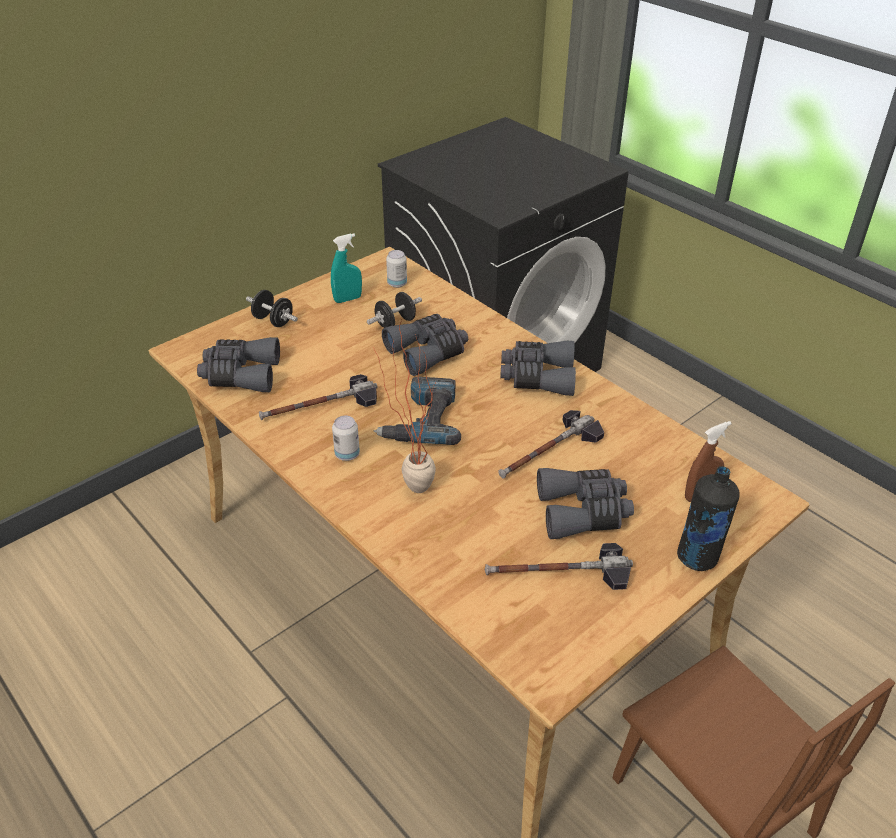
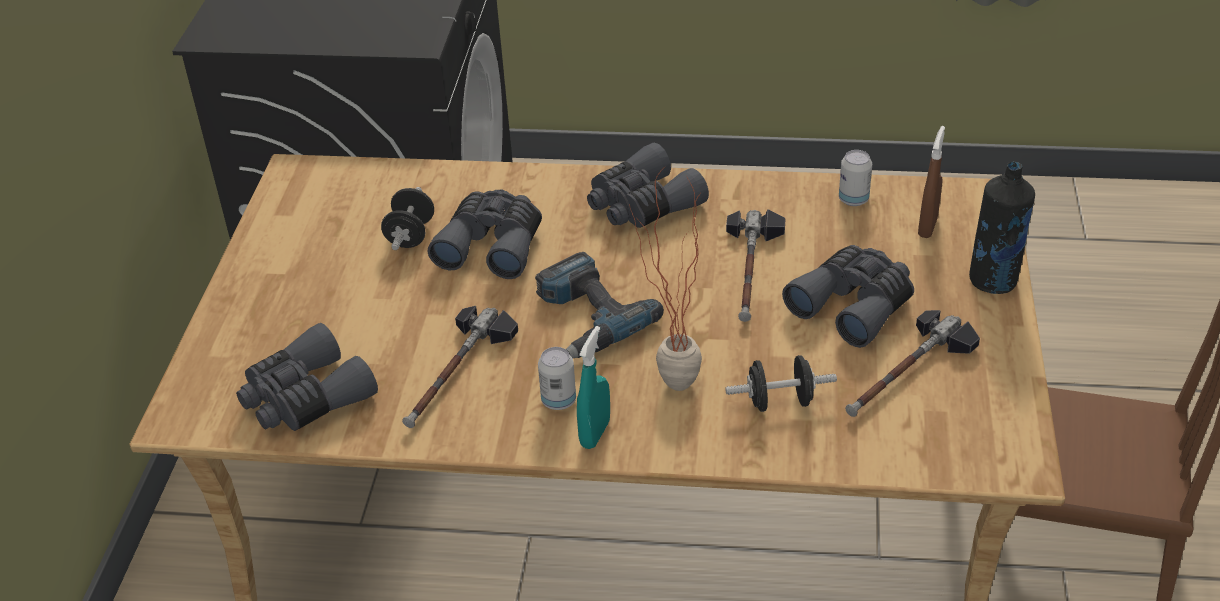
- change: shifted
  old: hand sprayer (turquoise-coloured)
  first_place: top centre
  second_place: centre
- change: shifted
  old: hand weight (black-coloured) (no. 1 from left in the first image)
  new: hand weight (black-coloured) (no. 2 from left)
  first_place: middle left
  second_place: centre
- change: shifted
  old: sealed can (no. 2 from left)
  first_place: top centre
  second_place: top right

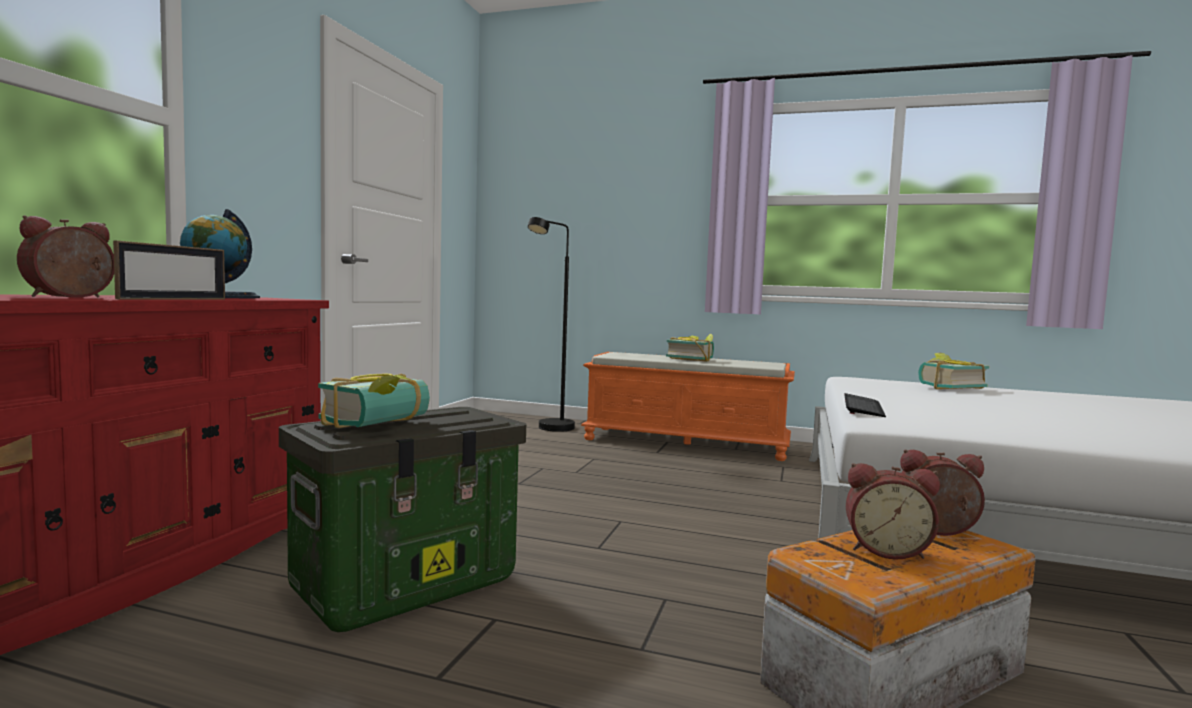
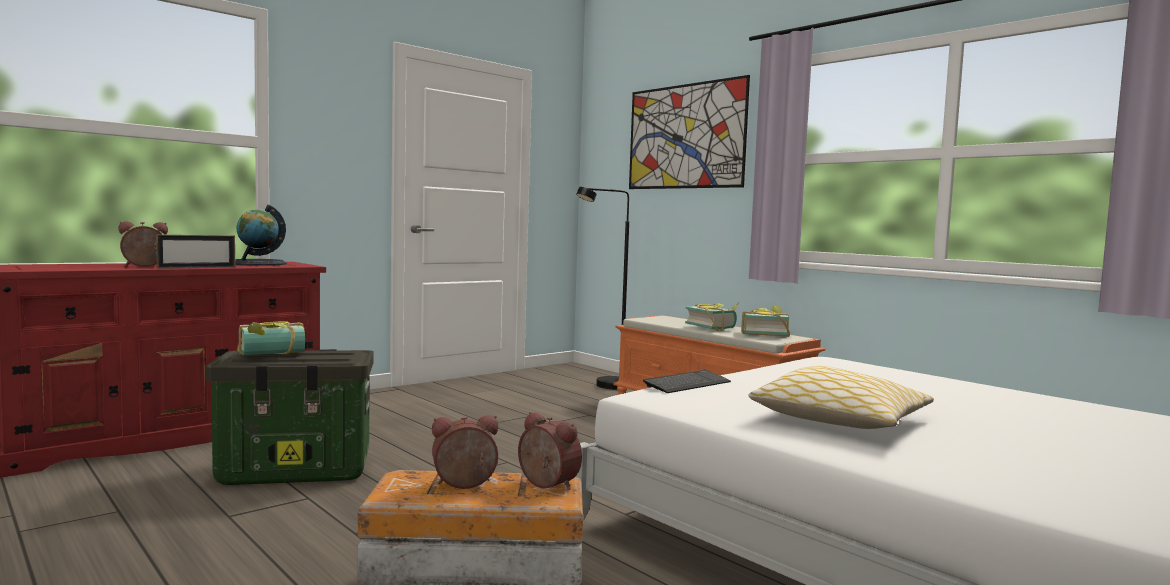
- change: rotated
  old: alarm clock (no. 2 from left)
  first_place: bottom right
  second_place: bottom centre
  degrees: 120
- change: new
  new: picture
  second_place: top centre
- change: shifted
  old: bound book (no. 3 from left)
  first_place: middle right
  second_place: centre
- change: new
  new: pillow
  second_place: bottom right

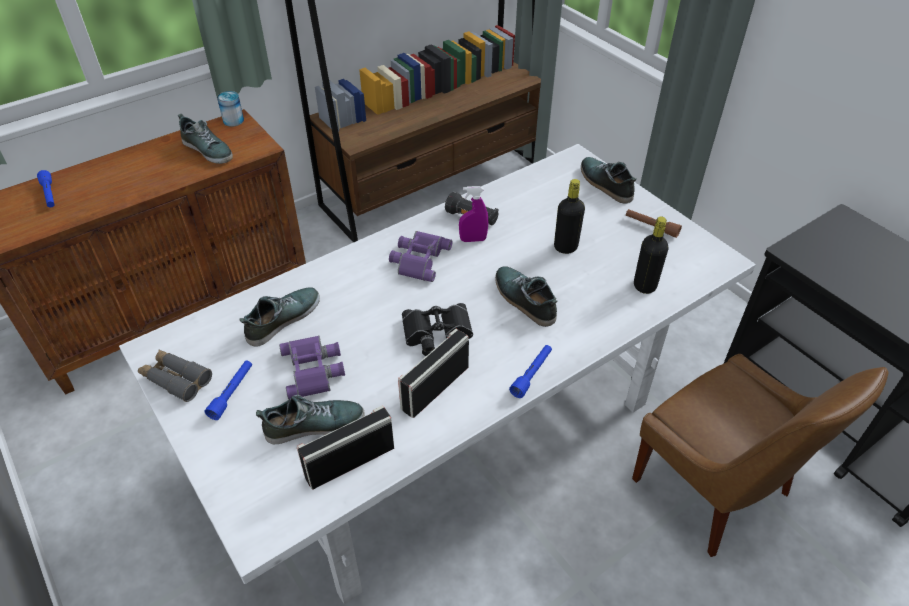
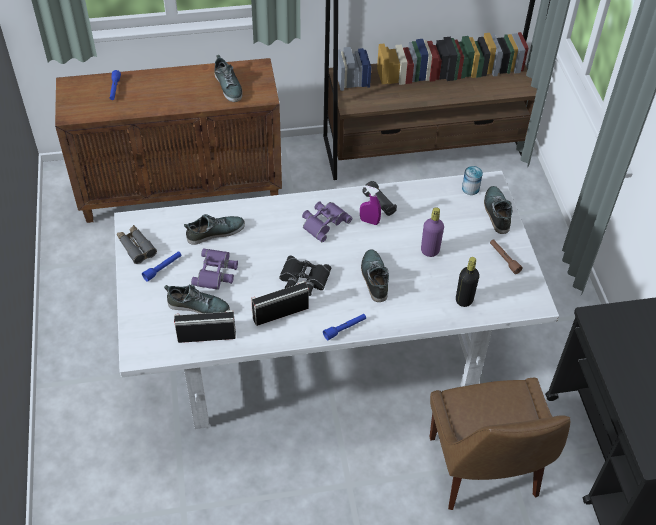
- change: repainted
  old: bottle (black-coloured) (no. 1 from left)
  new: bottle (purplish)
  first_place: centre
  second_place: centre
- change: shifted
  old: sealed can
  first_place: top left
  second_place: middle right

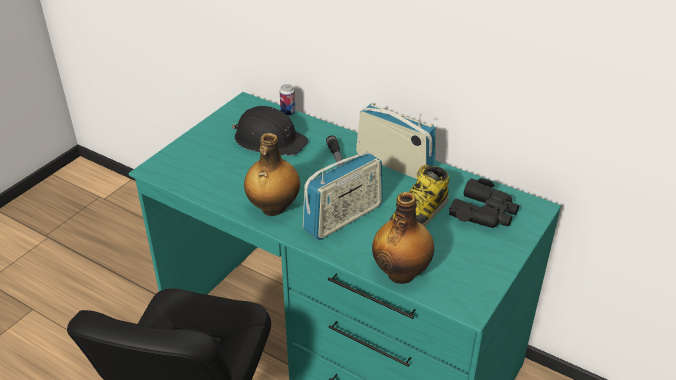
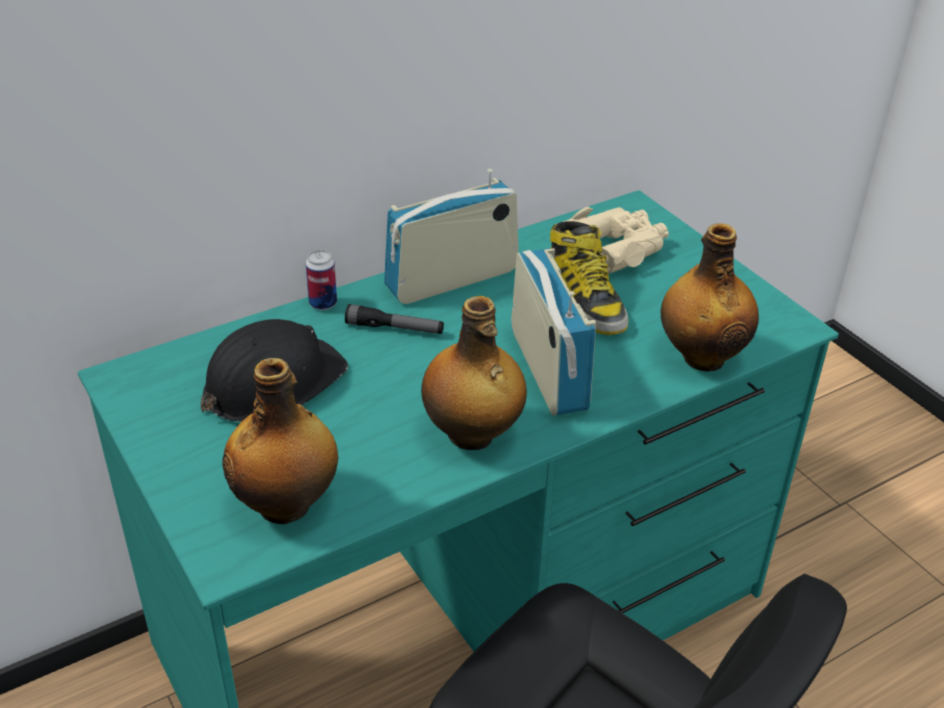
- change: new
  new: bottle (no. 1 from left)
  second_place: middle left
- change: shifted
  old: sealed can
  first_place: top centre
  second_place: centre
- change: repainted
  old: binoculars (black-coloured)
  new: binoculars (beige)
  first_place: middle right
  second_place: centre

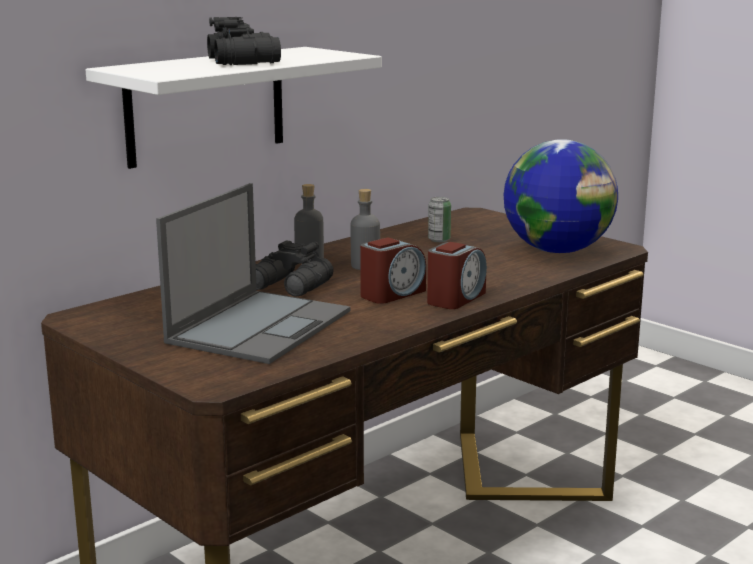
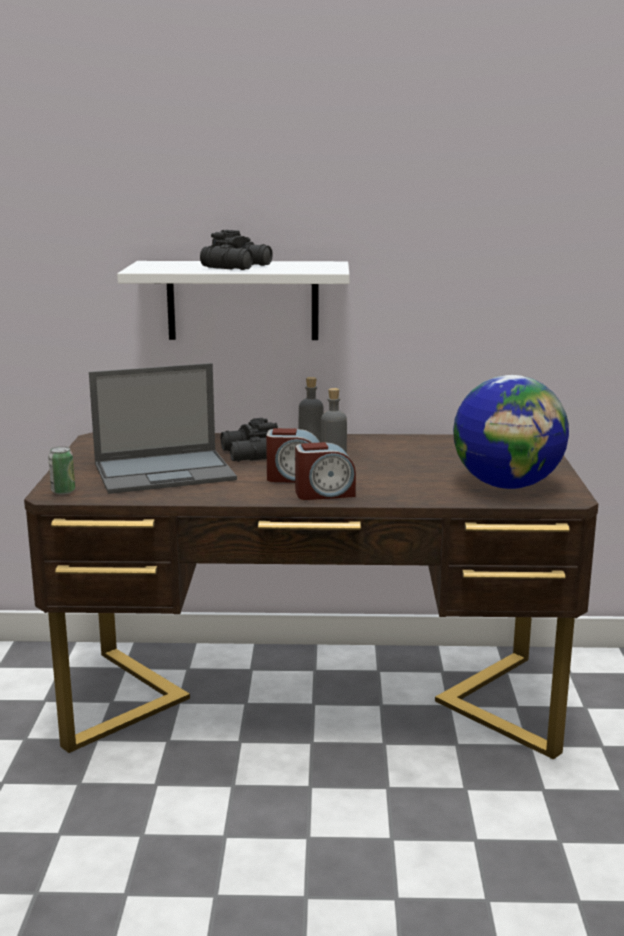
- change: shifted
  old: sealed can
  first_place: centre
  second_place: middle left

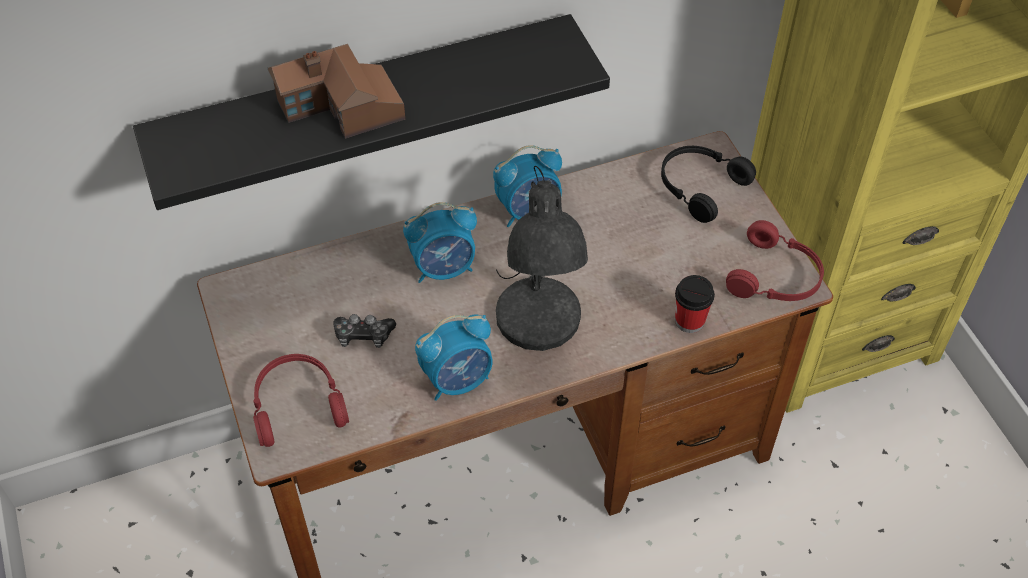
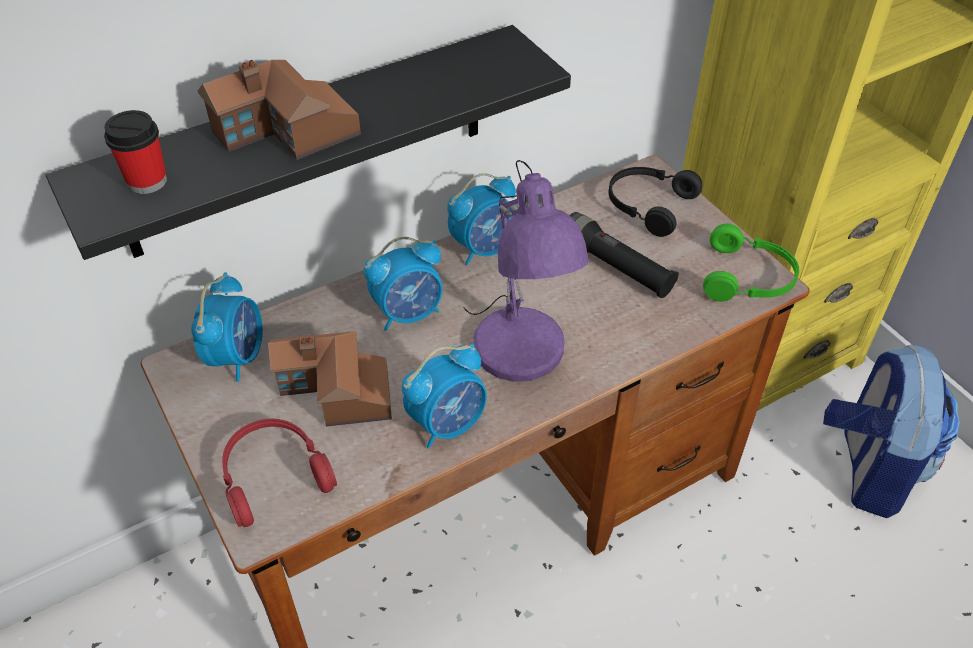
- change: shifted
  old: small cup
  first_place: middle right
  second_place: top left
- change: new
  new: alarm clock (no. 1 from left)
  second_place: middle left
- change: swapped
  old: game controller
  new: model house (no. 2 from left)
  first_place: centre
  second_place: centre
- change: repainted
  old: table lamp (gray)
  new: table lamp (purplish)
  first_place: centre
  second_place: centre
- change: new
  new: hand torch (black-coloured)
  second_place: centre
- change: repainted
  old: headphones (red) (no. 2 from left)
  new: headphones (green-coloured)
  first_place: middle right
  second_place: middle right
- change: new
  new: rucksack
  second_place: middle right

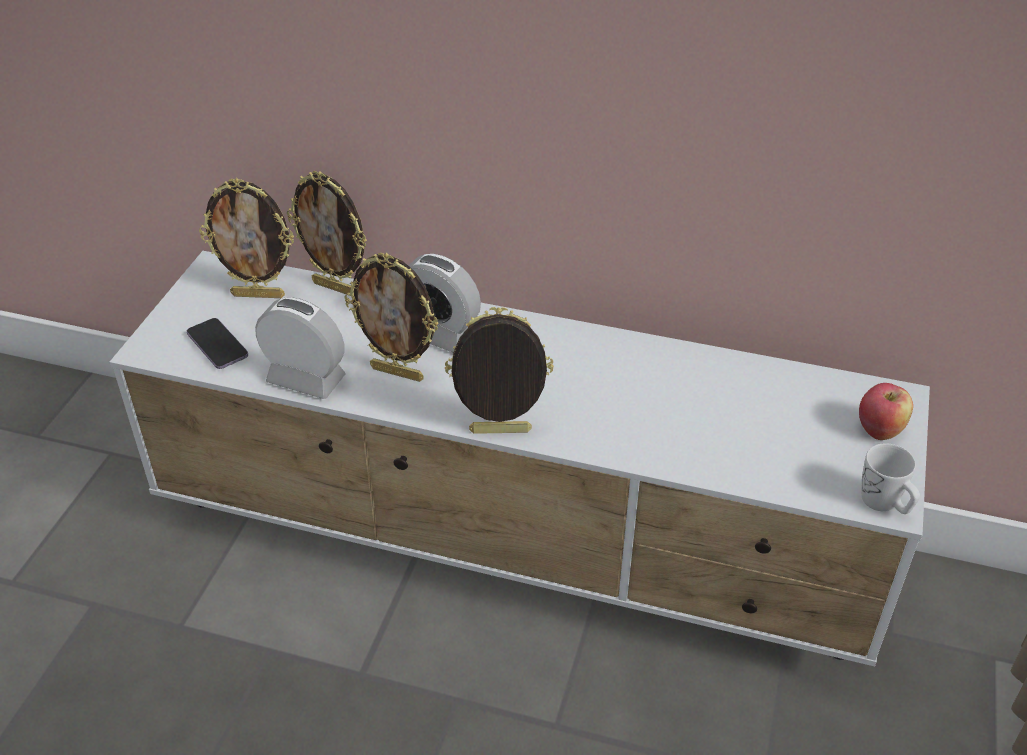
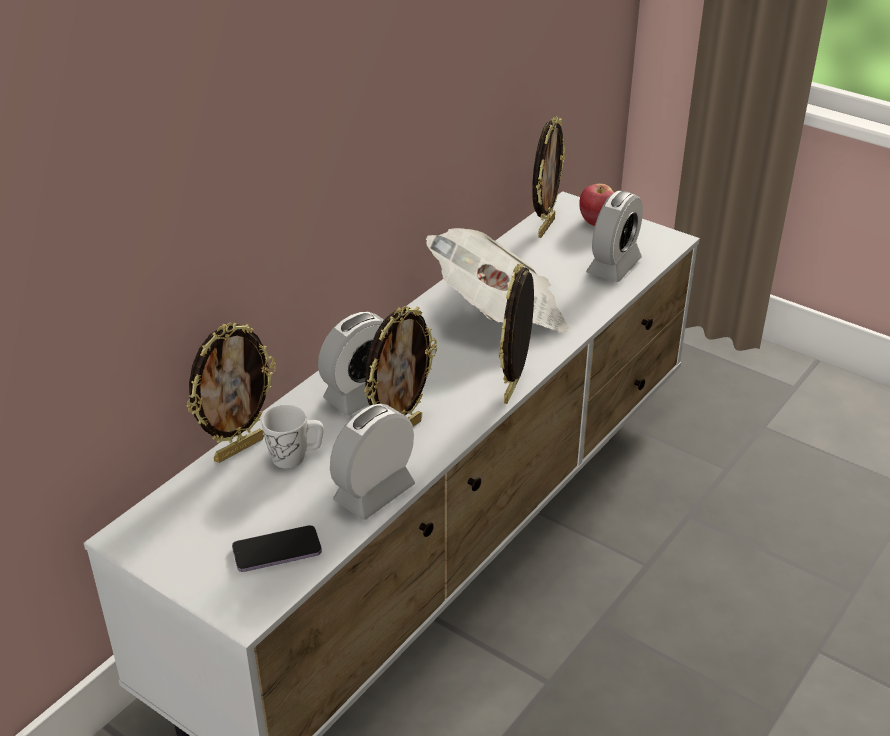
- change: shifted
  old: tea mug (white)
  first_place: middle right
  second_place: middle left
- change: new
  new: printed paper
  second_place: centre
- change: shifted
  old: standing frame (no. 1 from left in the first image)
  new: standing frame (no. 4 from left)
  first_place: top left
  second_place: top centre
- change: new
  new: alarm clock (no. 3 from left)
  second_place: top right

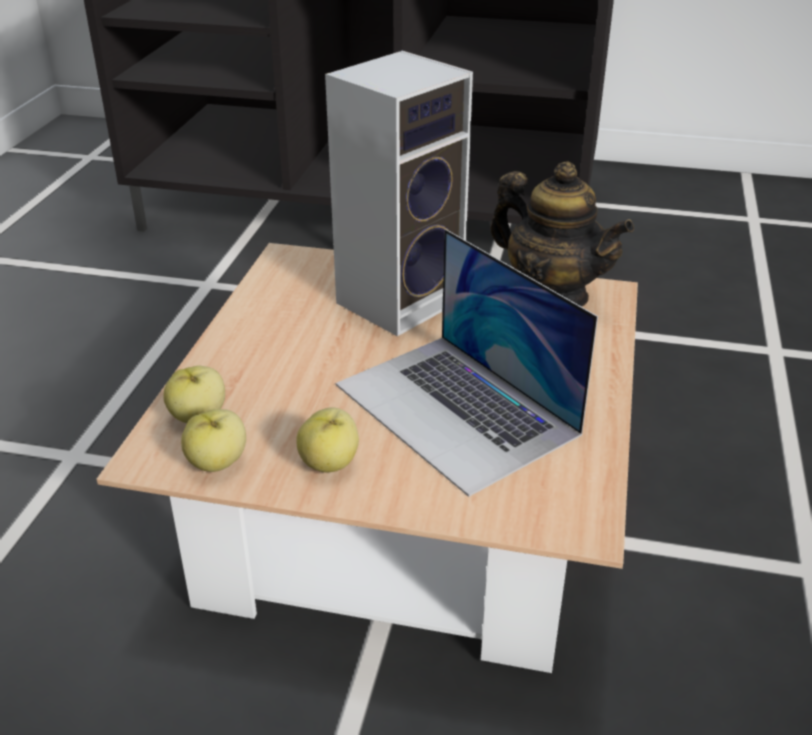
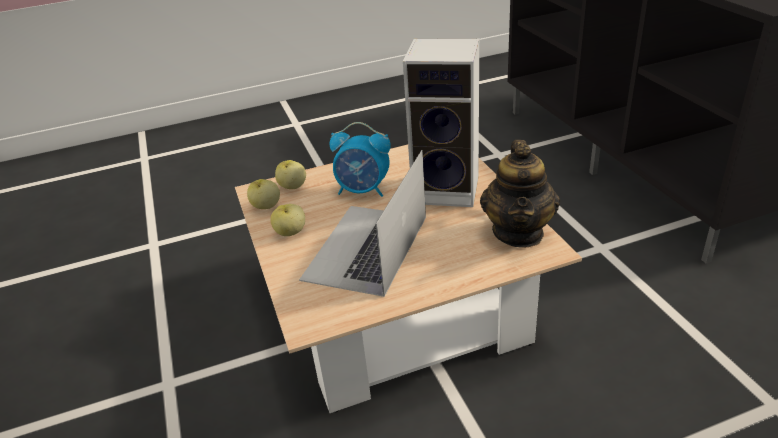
- change: new
  new: alarm clock
  second_place: centre

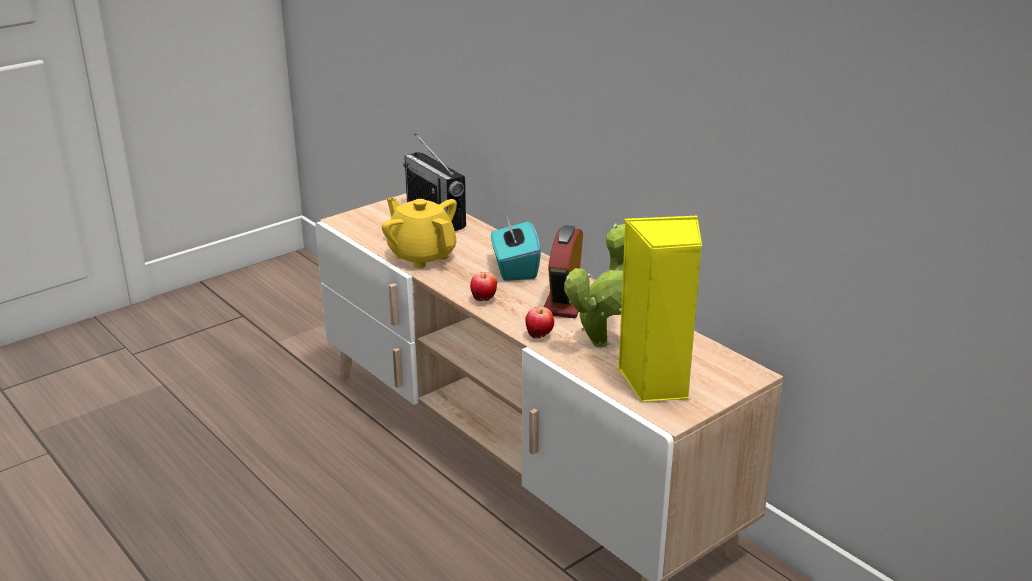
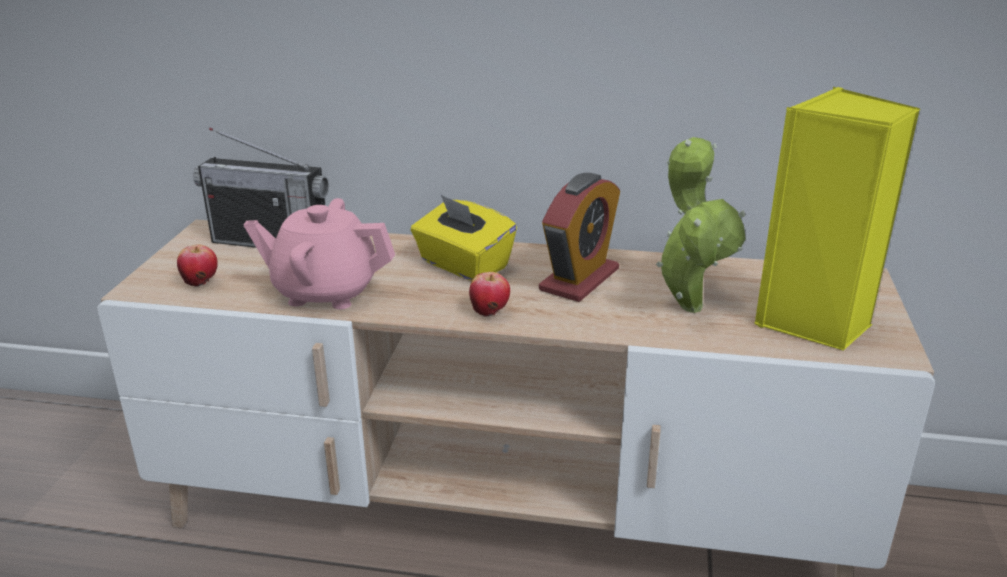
- change: shifted
  old: apple fruit (no. 2 from left in the first image)
  new: apple fruit (no. 1 from left)
  first_place: centre
  second_place: middle left
- change: repainted
  old: teapot (yellow)
  new: teapot (pink-coloured)
  first_place: centre
  second_place: middle left
- change: repainted
  old: tissue holder (turquoise-coloured)
  new: tissue holder (yellow)
  first_place: centre
  second_place: centre
- change: rotated
  old: alarm clock
  first_place: centre
  second_place: centre
  degrees: -120

